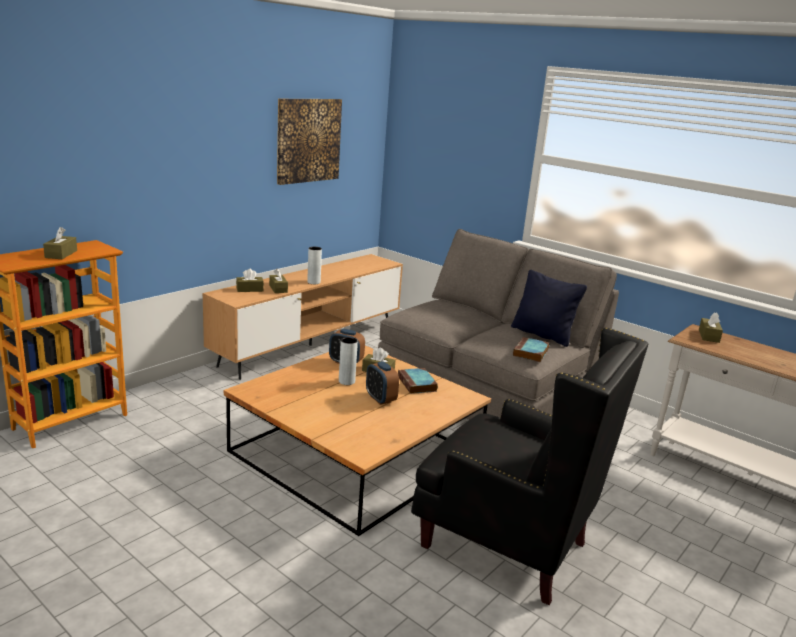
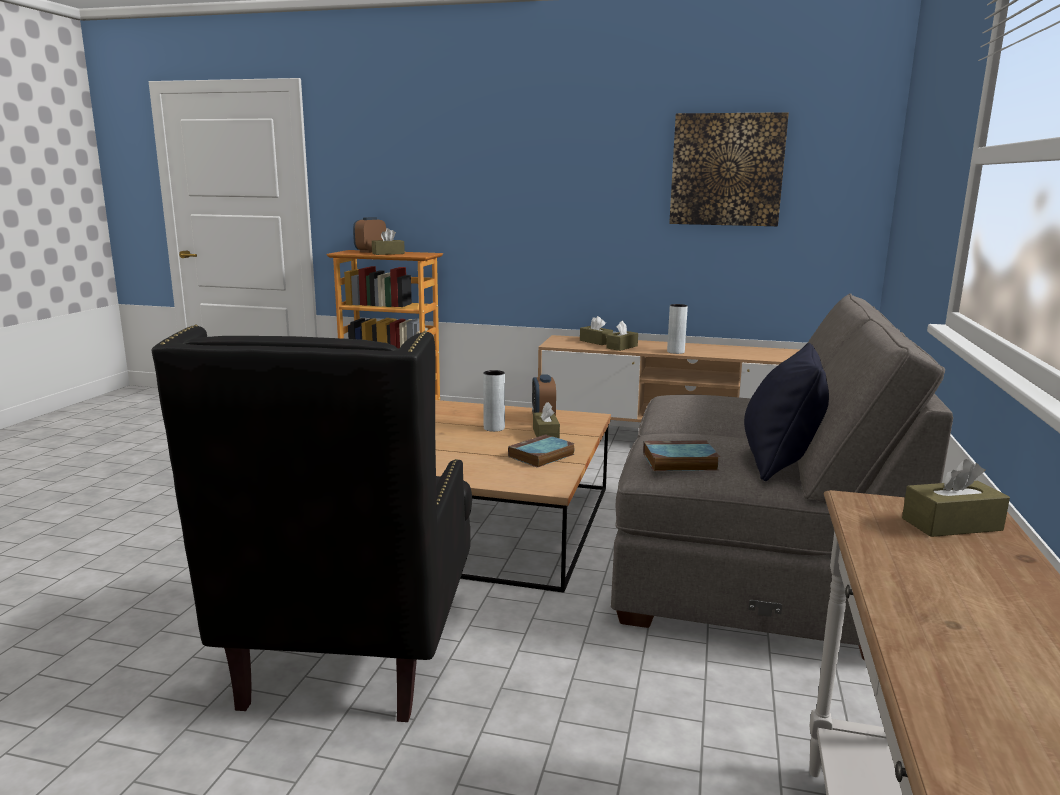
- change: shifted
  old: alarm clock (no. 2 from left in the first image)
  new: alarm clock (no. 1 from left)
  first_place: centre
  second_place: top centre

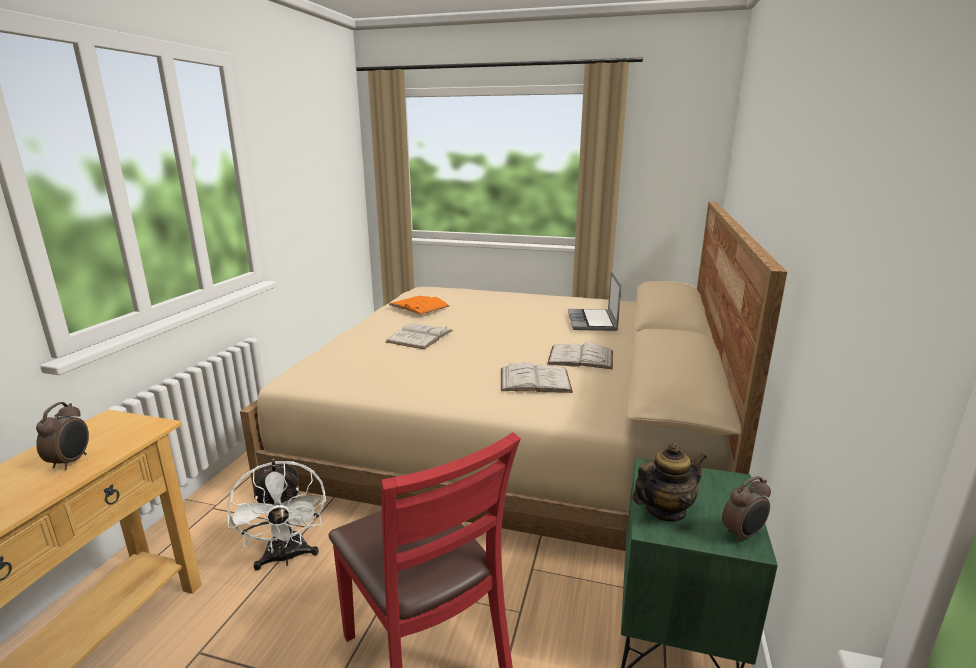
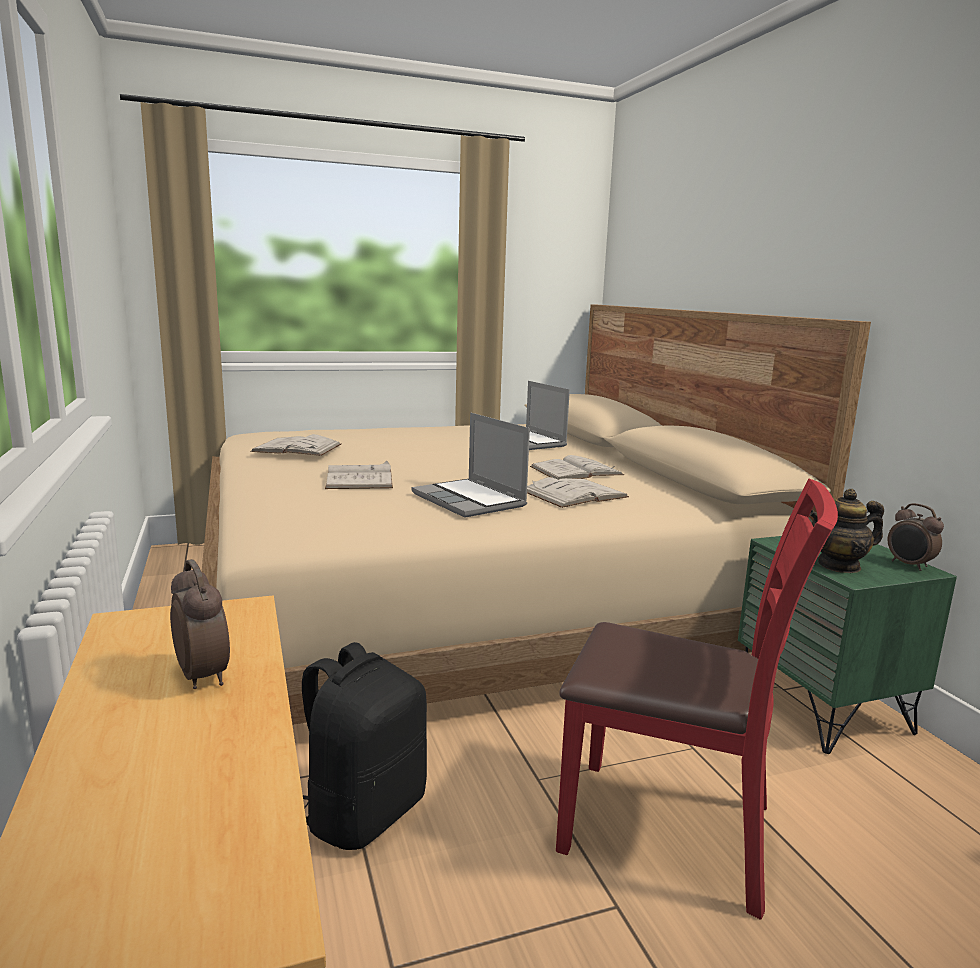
- change: repainted
  old: bound book (orange-coloured)
  new: bound book (white) (no. 1 from left)
  first_place: centre
  second_place: middle left
- change: swapped
  old: electric fan (white)
  new: rucksack (black-coloured)
  first_place: bottom left
  second_place: bottom centre
- change: new
  new: portable computer (no. 1 from left)
  second_place: centre
- change: rotated
  old: teapot
  first_place: bottom right
  second_place: middle right
  degrees: -135
- change: rotated
  old: alarm clock (no. 2 from left)
  first_place: bottom right
  second_place: middle right
  degrees: 120

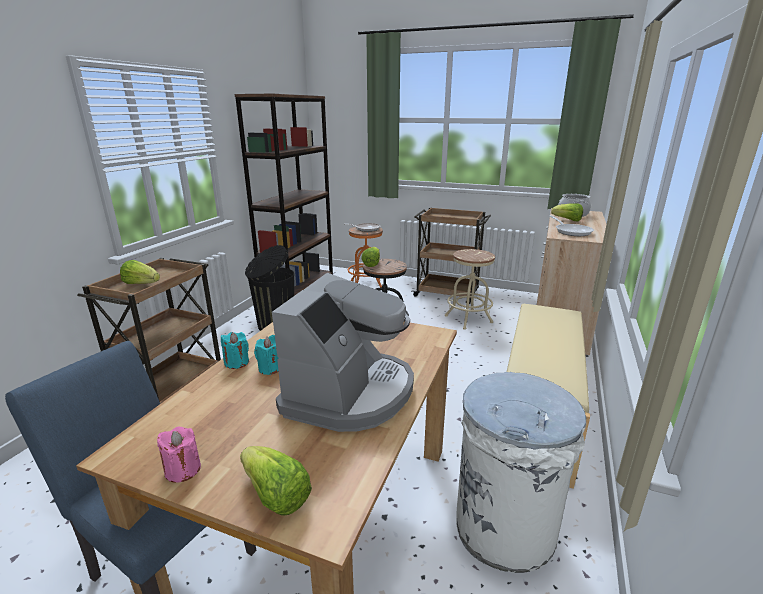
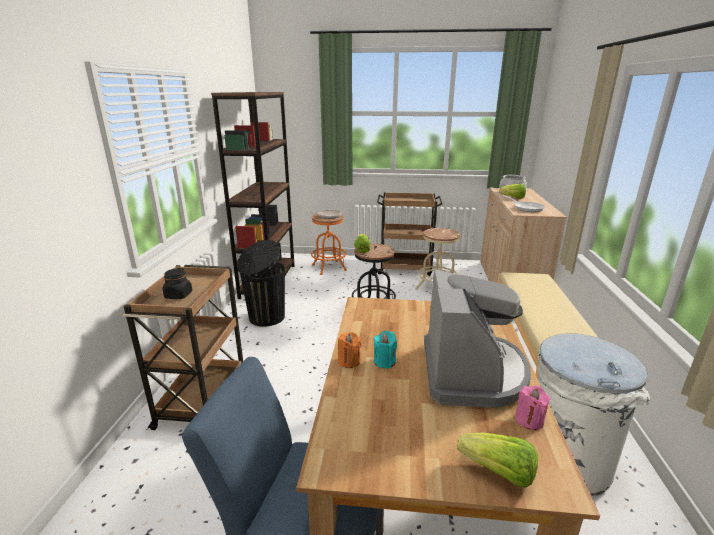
- change: swapped
  old: head of lettuce (no. 1 from left)
  new: jar (black-coloured)
  first_place: middle left
  second_place: middle left
- change: repainted
  old: wax candle (turquoise-coloured) (no. 1 from left)
  new: wax candle (orange-coloured)
  first_place: middle left
  second_place: centre
- change: shifted
  old: wax candle (pink-coloured)
  first_place: bottom left
  second_place: bottom right

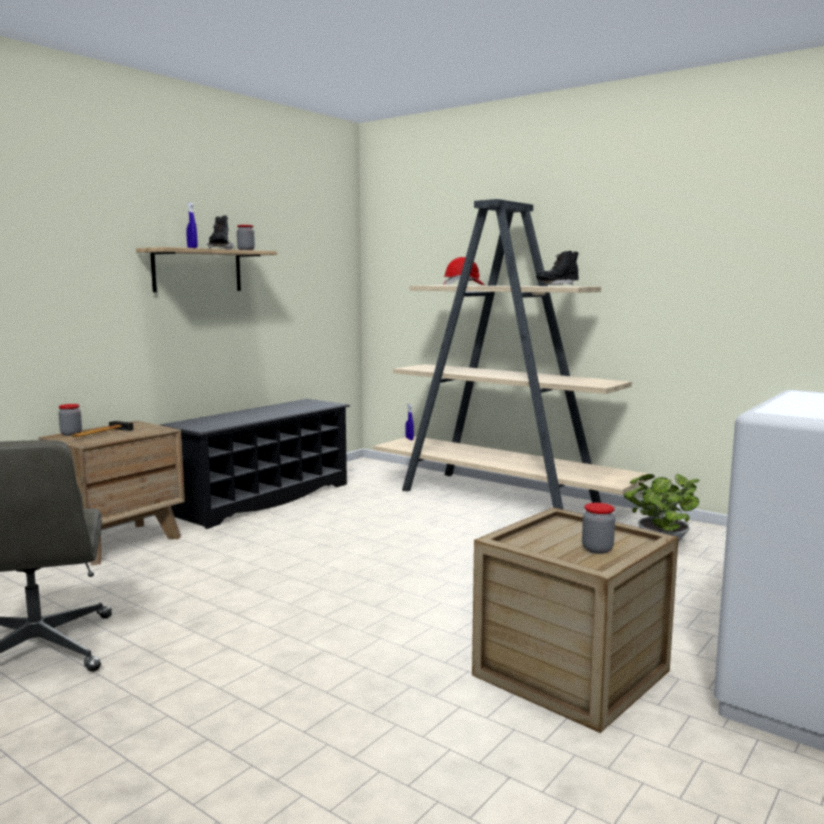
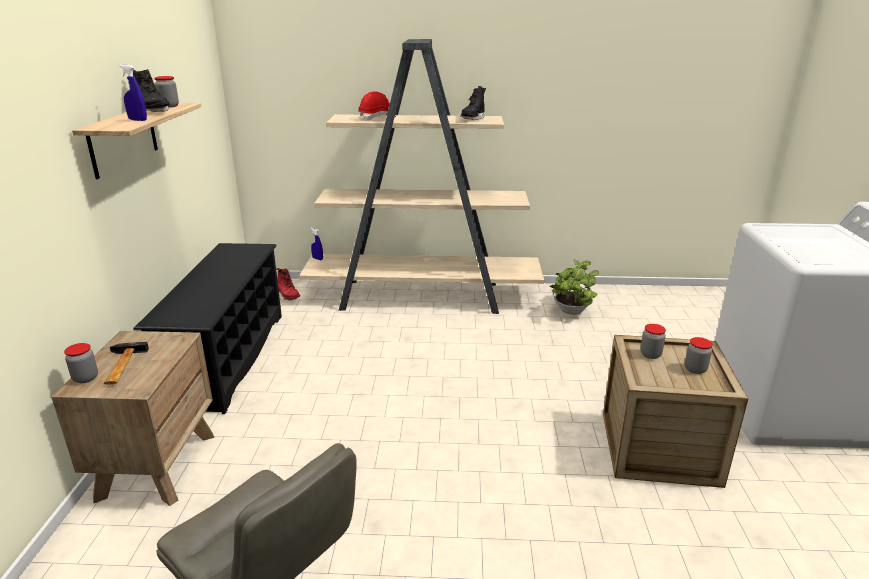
- change: new
  new: high-top boot (red)
  second_place: middle left
- change: new
  new: jar (no. 3 from left)
  second_place: middle right

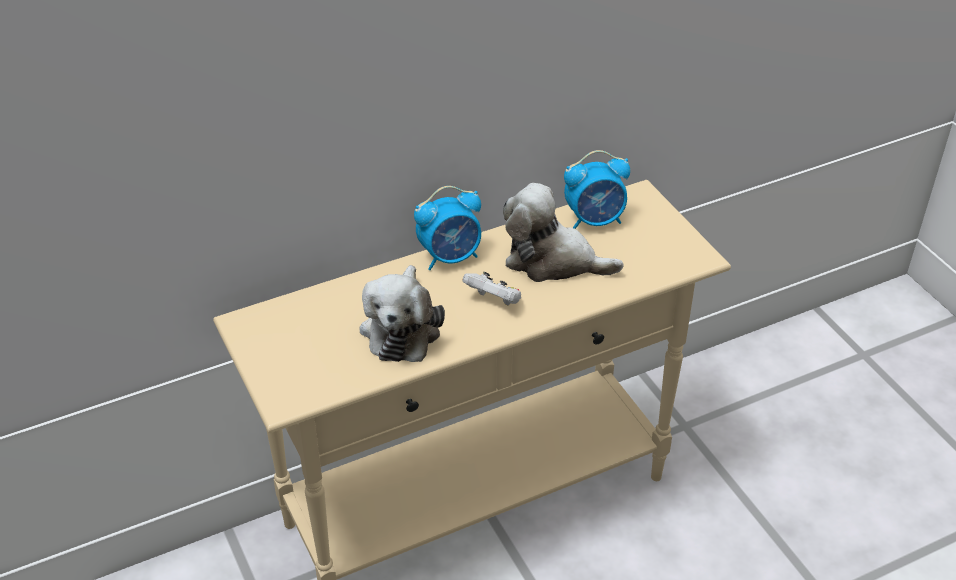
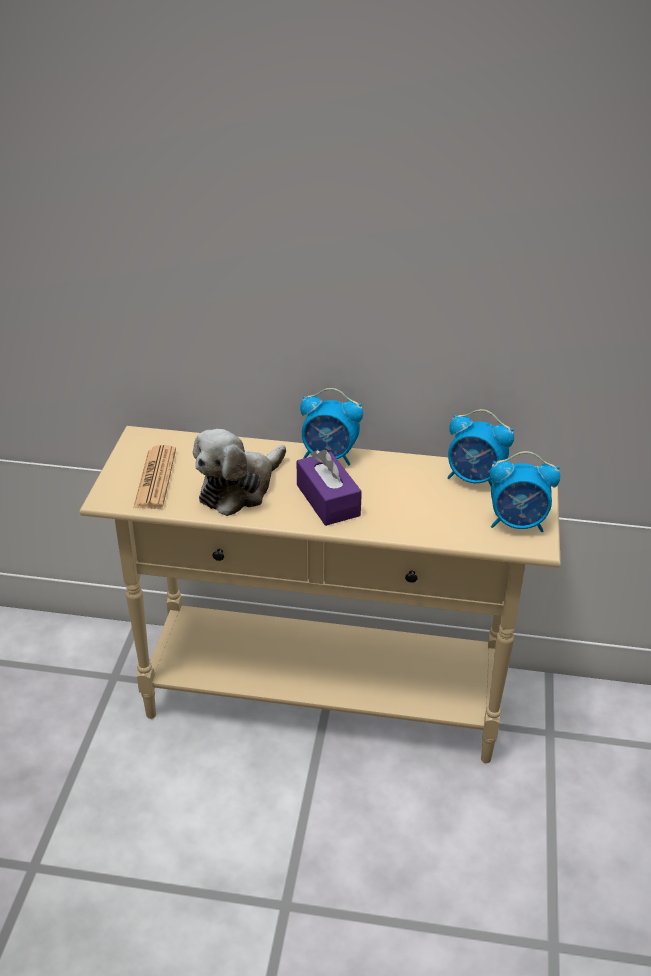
- change: new
  new: printed paper
  second_place: middle left
- change: swapped
  old: game controller (white)
  new: tissue holder (purplish)
  first_place: centre
  second_place: centre
- change: new
  new: alarm clock (no. 3 from left)
  second_place: middle right
- change: gone
  old: cuddly toy (no. 2 from left)
  first_place: centre

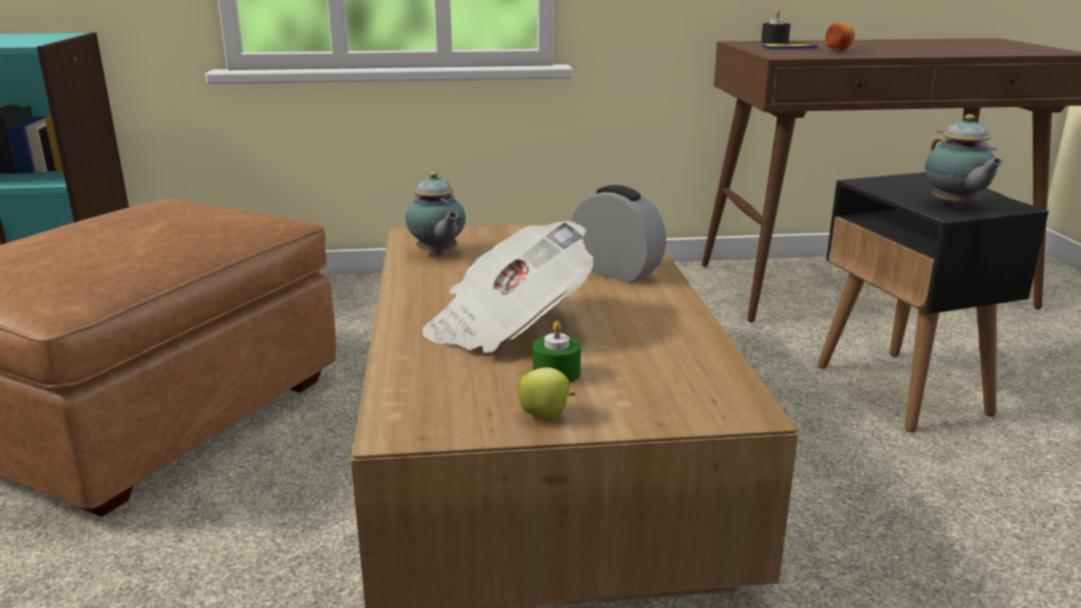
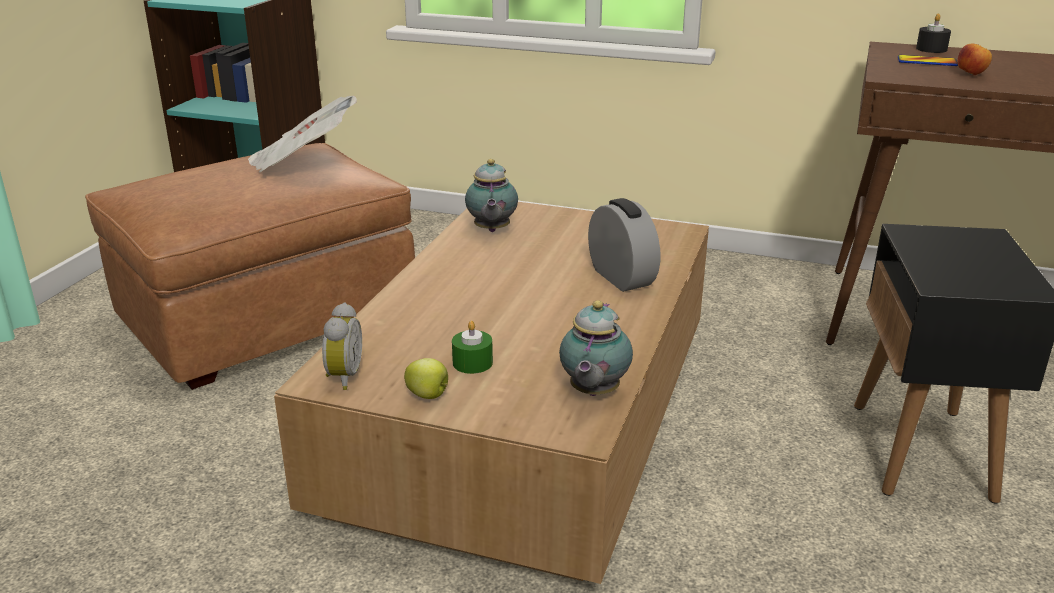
- change: shifted
  old: printed paper
  first_place: centre
  second_place: top left
- change: new
  new: alarm clock (no. 1 from left)
  second_place: middle left
- change: shifted
  old: teapot (no. 2 from left)
  first_place: top right
  second_place: centre

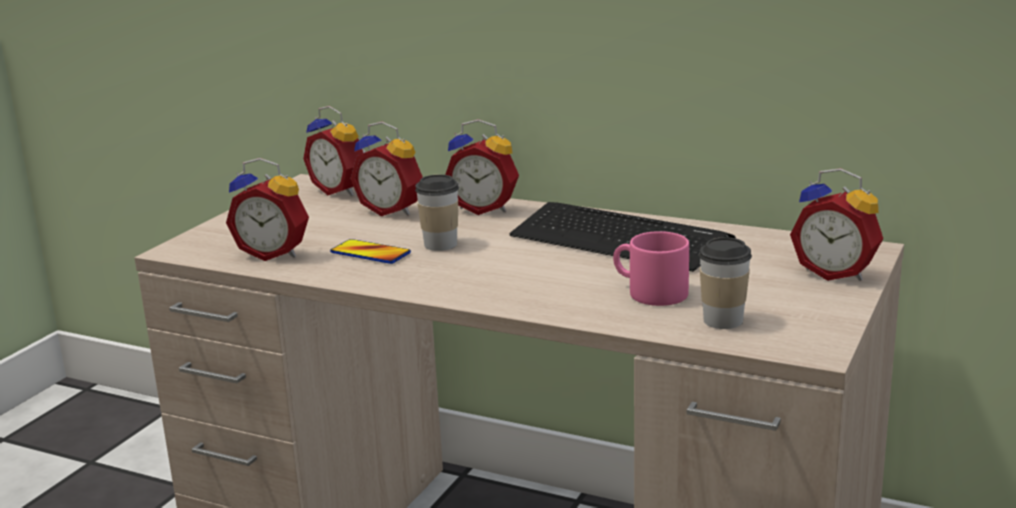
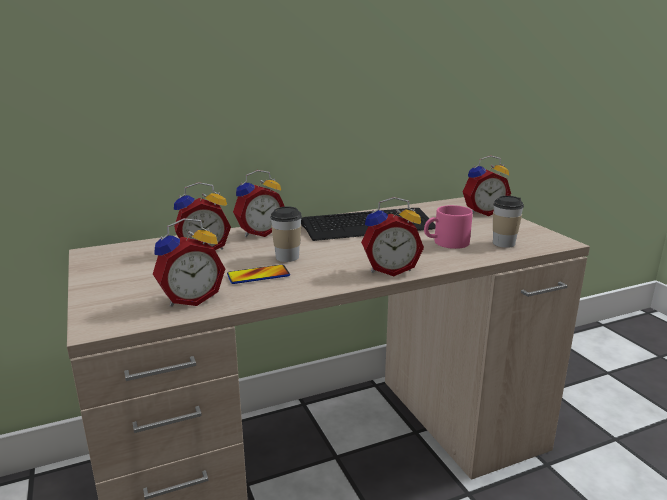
- change: shifted
  old: alarm clock (no. 2 from left in the first image)
  new: alarm clock (no. 4 from left)
  first_place: top left
  second_place: centre

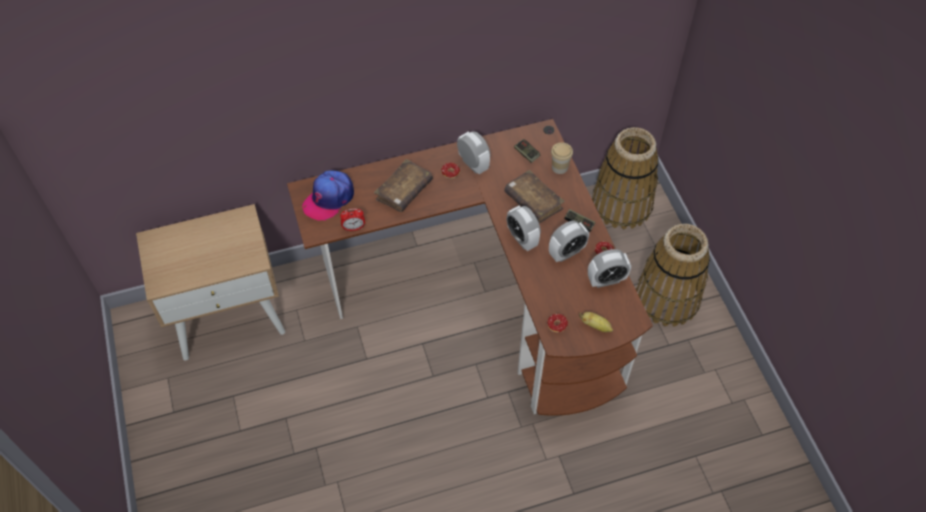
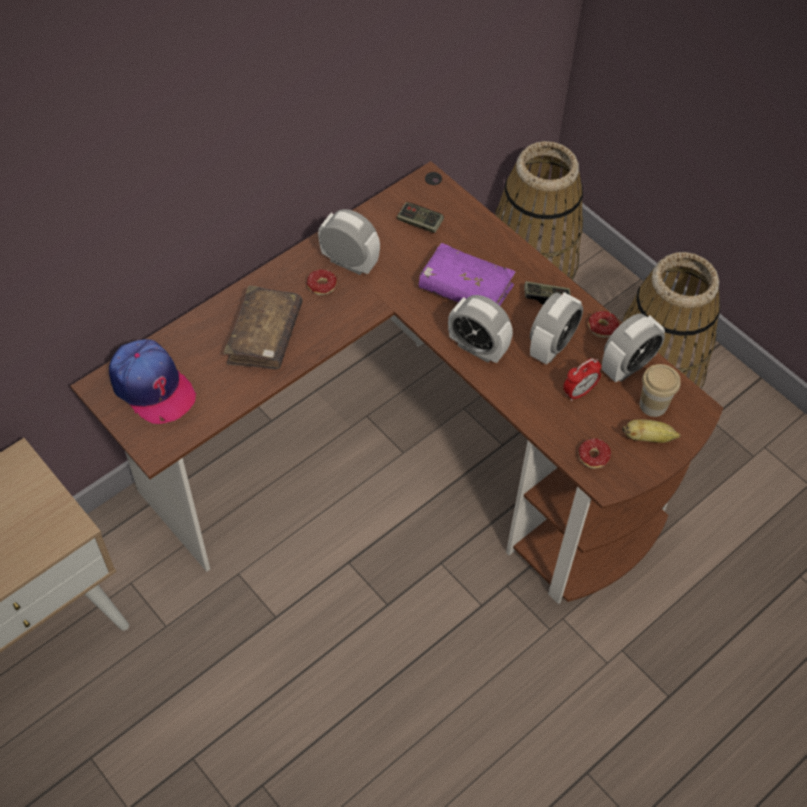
- change: rotated
  old: cap
  first_place: centre
  second_place: middle left
  degrees: -60
- change: repainted
  old: bound book (brown-coloured) (no. 2 from left)
  new: bound book (purplish)
  first_place: centre
  second_place: centre
- change: shifted
  old: alarm clock (no. 1 from left in the first image)
  new: alarm clock (no. 4 from left)
  first_place: centre
  second_place: middle right
- change: shifted
  old: small cup
  first_place: top centre
  second_place: middle right

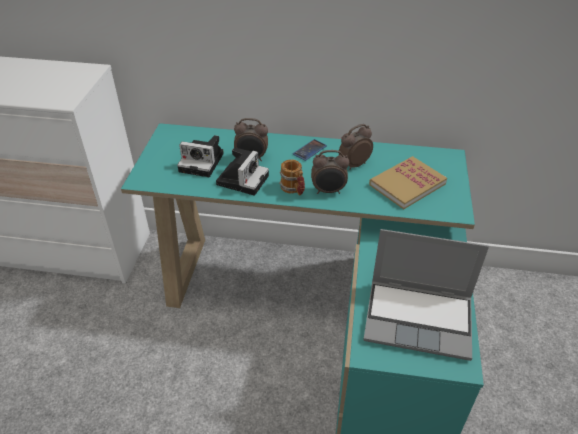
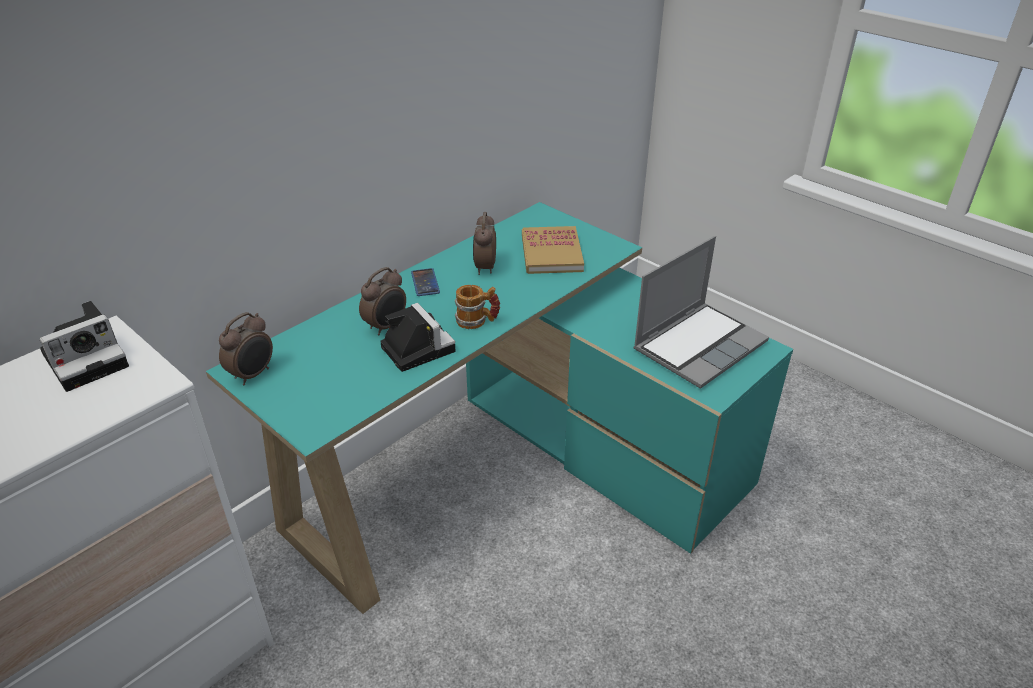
- change: shifted
  old: still camera (no. 1 from left)
  first_place: centre
  second_place: middle left
- change: shifted
  old: alarm clock (no. 2 from left in the first image)
  new: alarm clock (no. 1 from left)
  first_place: centre
  second_place: middle left

